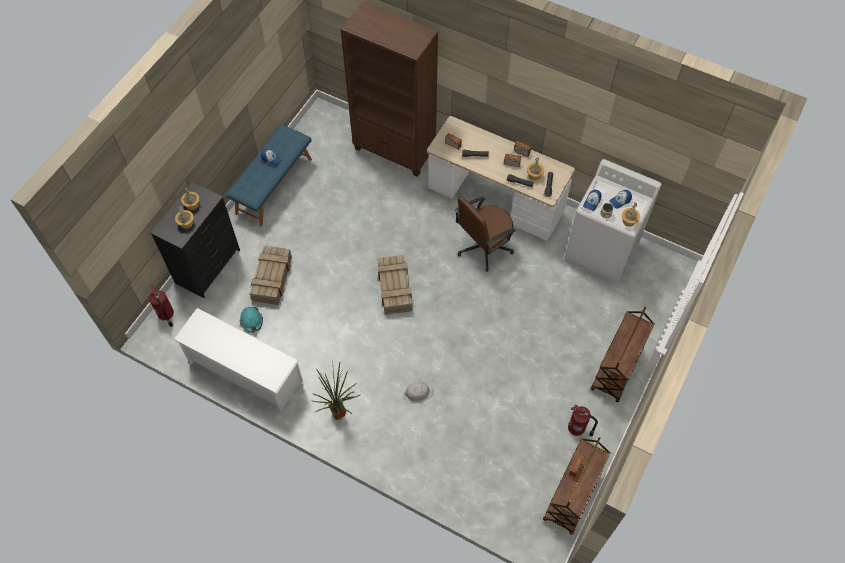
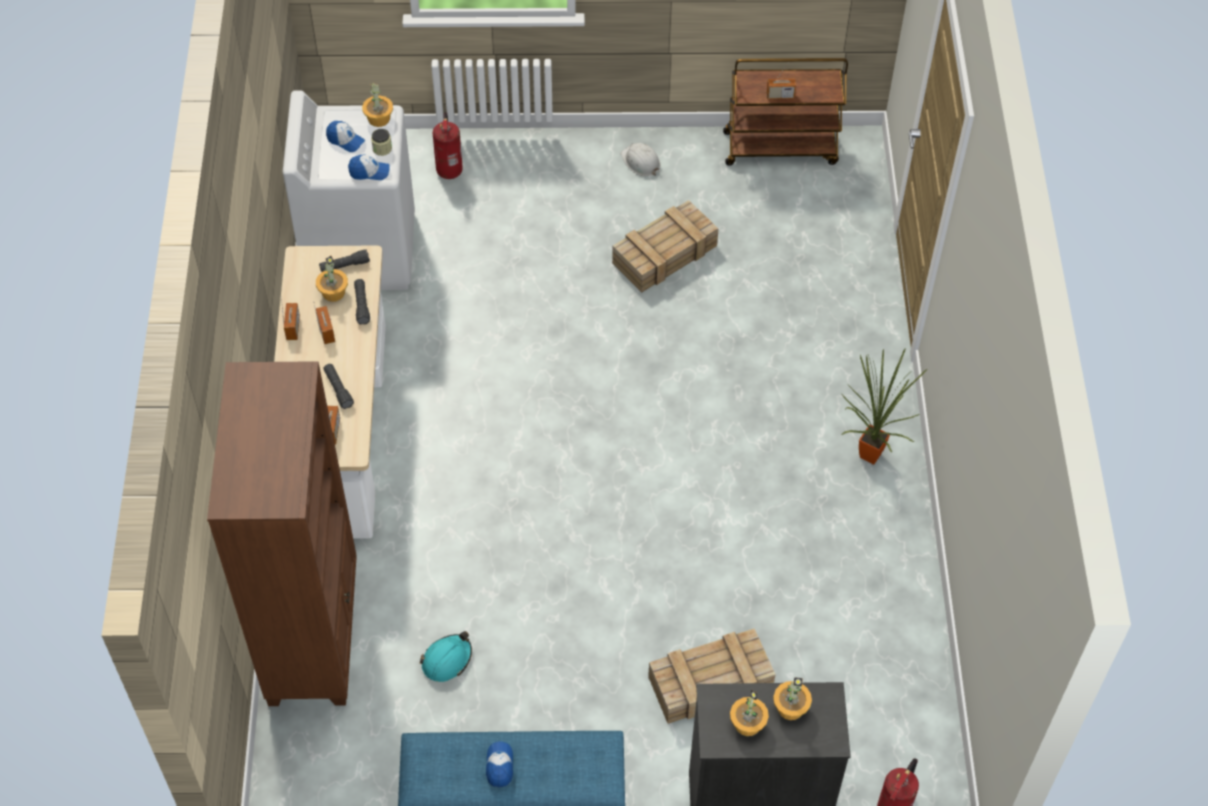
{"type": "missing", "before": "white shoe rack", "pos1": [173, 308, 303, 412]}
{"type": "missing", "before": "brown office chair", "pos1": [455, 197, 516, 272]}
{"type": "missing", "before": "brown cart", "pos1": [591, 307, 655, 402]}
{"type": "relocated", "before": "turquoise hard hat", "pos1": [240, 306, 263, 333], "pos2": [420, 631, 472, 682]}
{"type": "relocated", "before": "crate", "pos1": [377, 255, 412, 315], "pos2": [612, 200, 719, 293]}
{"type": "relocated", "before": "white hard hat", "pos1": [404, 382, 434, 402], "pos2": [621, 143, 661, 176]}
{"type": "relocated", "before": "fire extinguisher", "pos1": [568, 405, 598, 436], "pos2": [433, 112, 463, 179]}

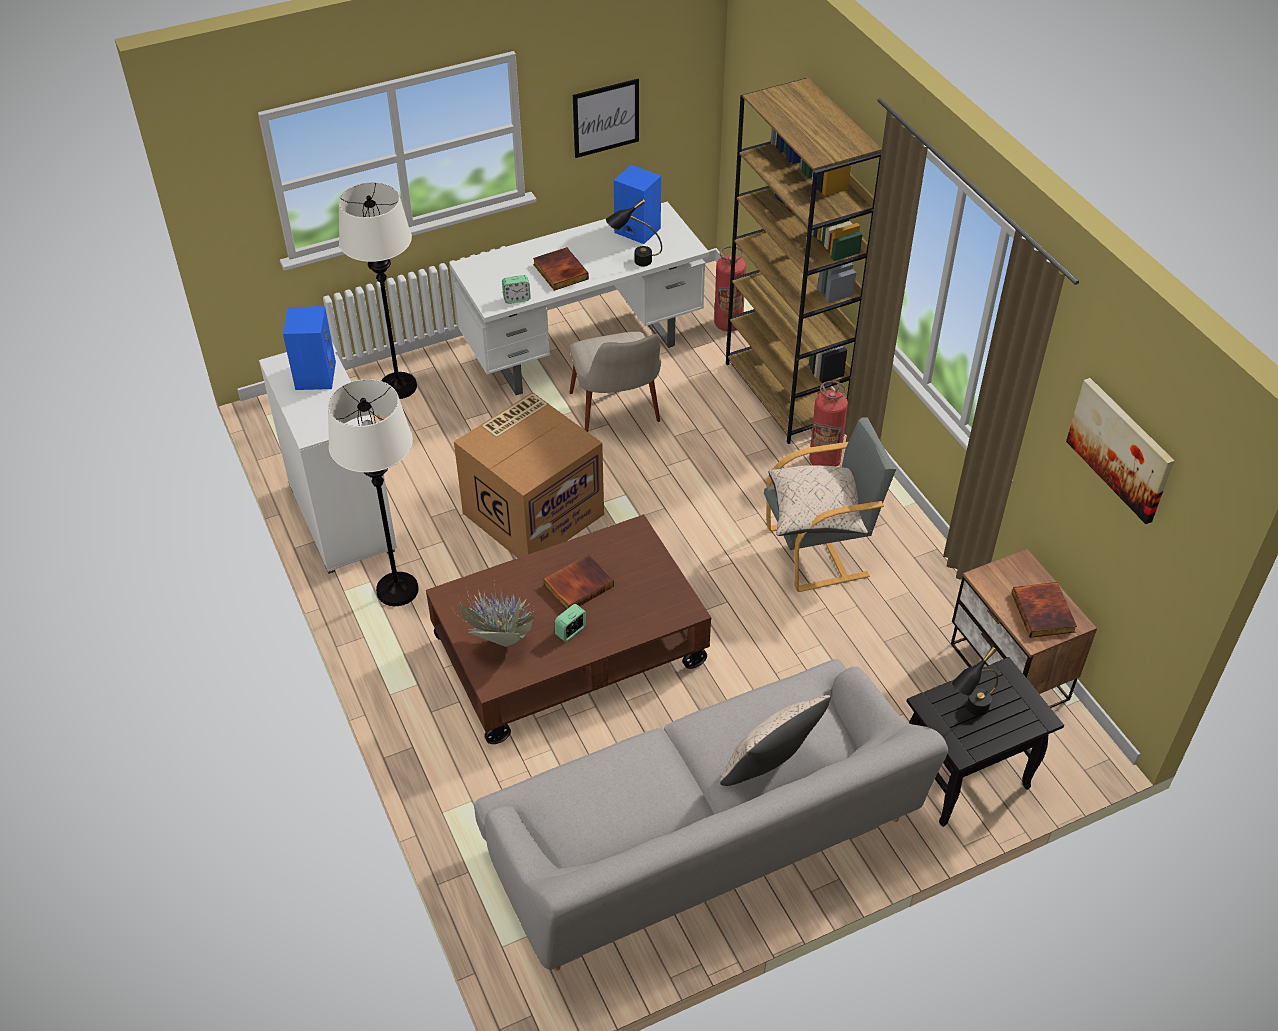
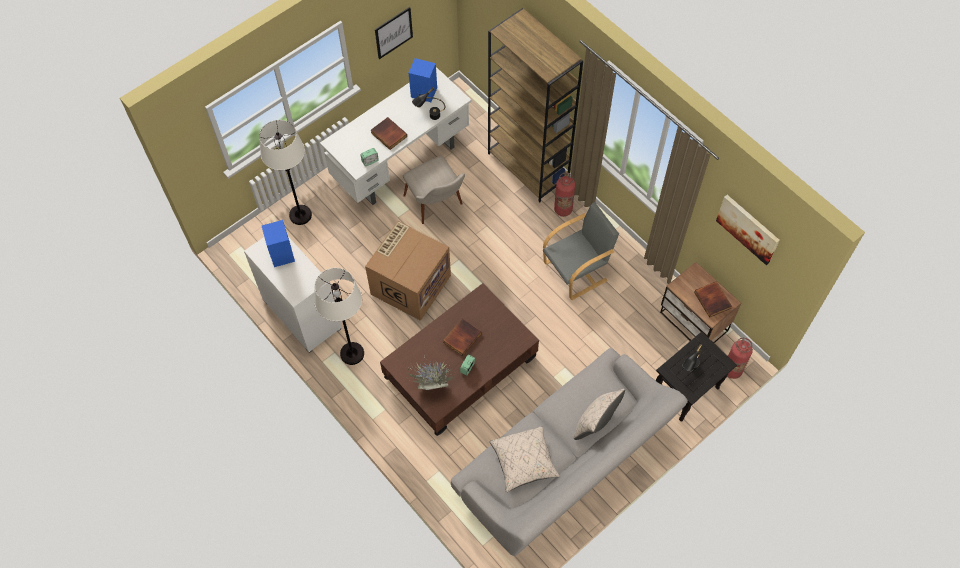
{"type": "relocated", "before": "fire extinguisher", "pos1": [714, 246, 746, 331], "pos2": [727, 338, 753, 379]}
{"type": "relocated", "before": "beige pillow", "pos1": [769, 465, 868, 536], "pos2": [490, 426, 560, 492]}

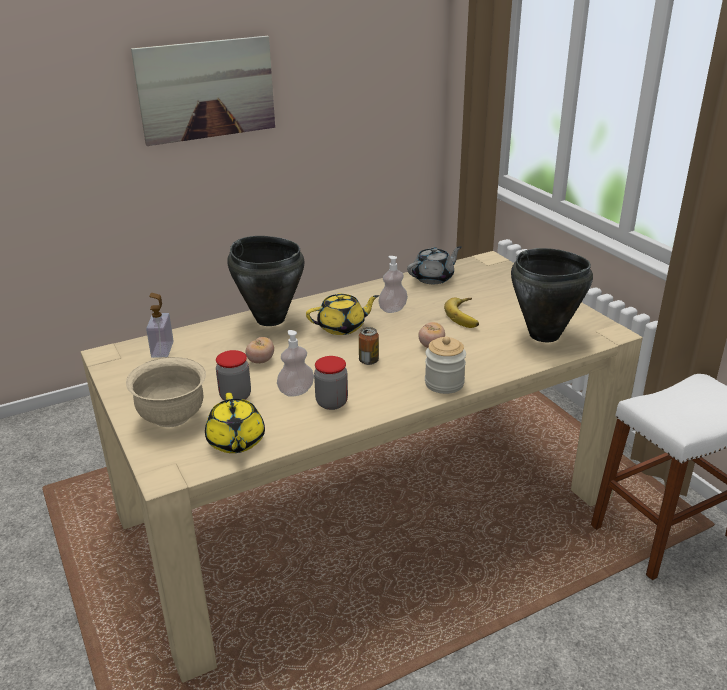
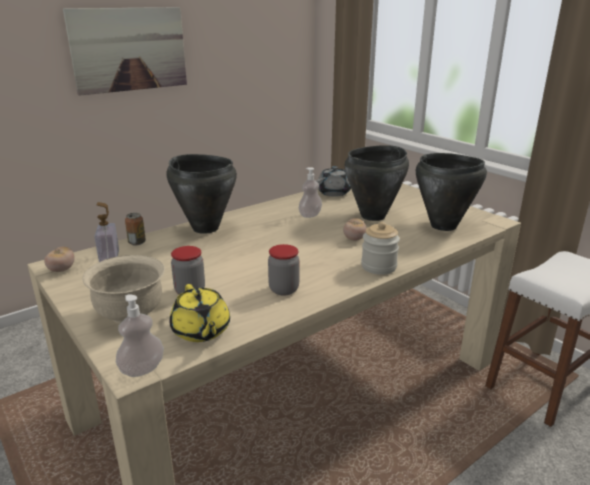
{"type": "missing", "before": "yellow teapot", "pos1": [306, 293, 379, 335]}
{"type": "relocated", "before": "tomato", "pos1": [246, 337, 274, 364], "pos2": [44, 247, 75, 272]}
{"type": "relocated", "before": "soap dispenser", "pos1": [277, 330, 314, 397], "pos2": [116, 294, 164, 377]}
{"type": "relocated", "before": "can", "pos1": [359, 327, 379, 365], "pos2": [125, 213, 146, 245]}
{"type": "exchanged", "before": "banana", "after": "black cooking pot", "pos1": [444, 297, 479, 328], "pos2": [345, 145, 409, 221]}

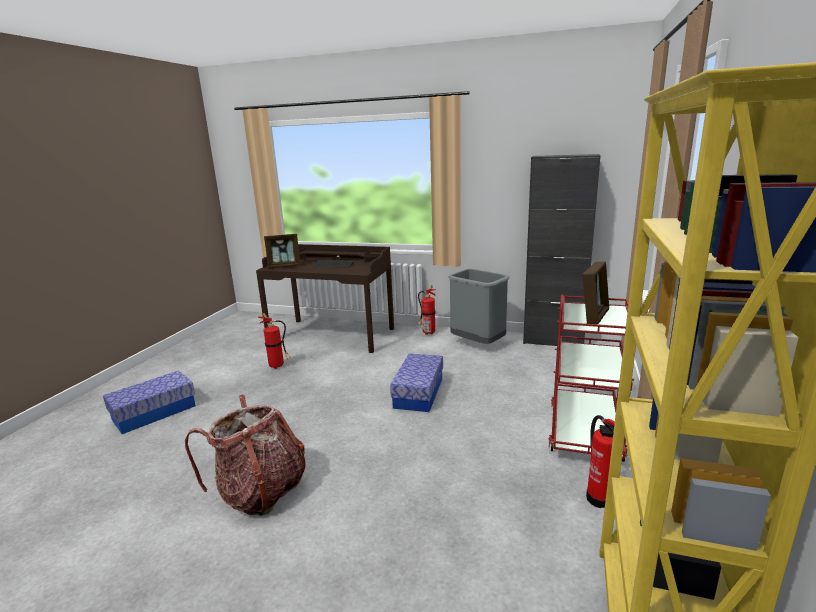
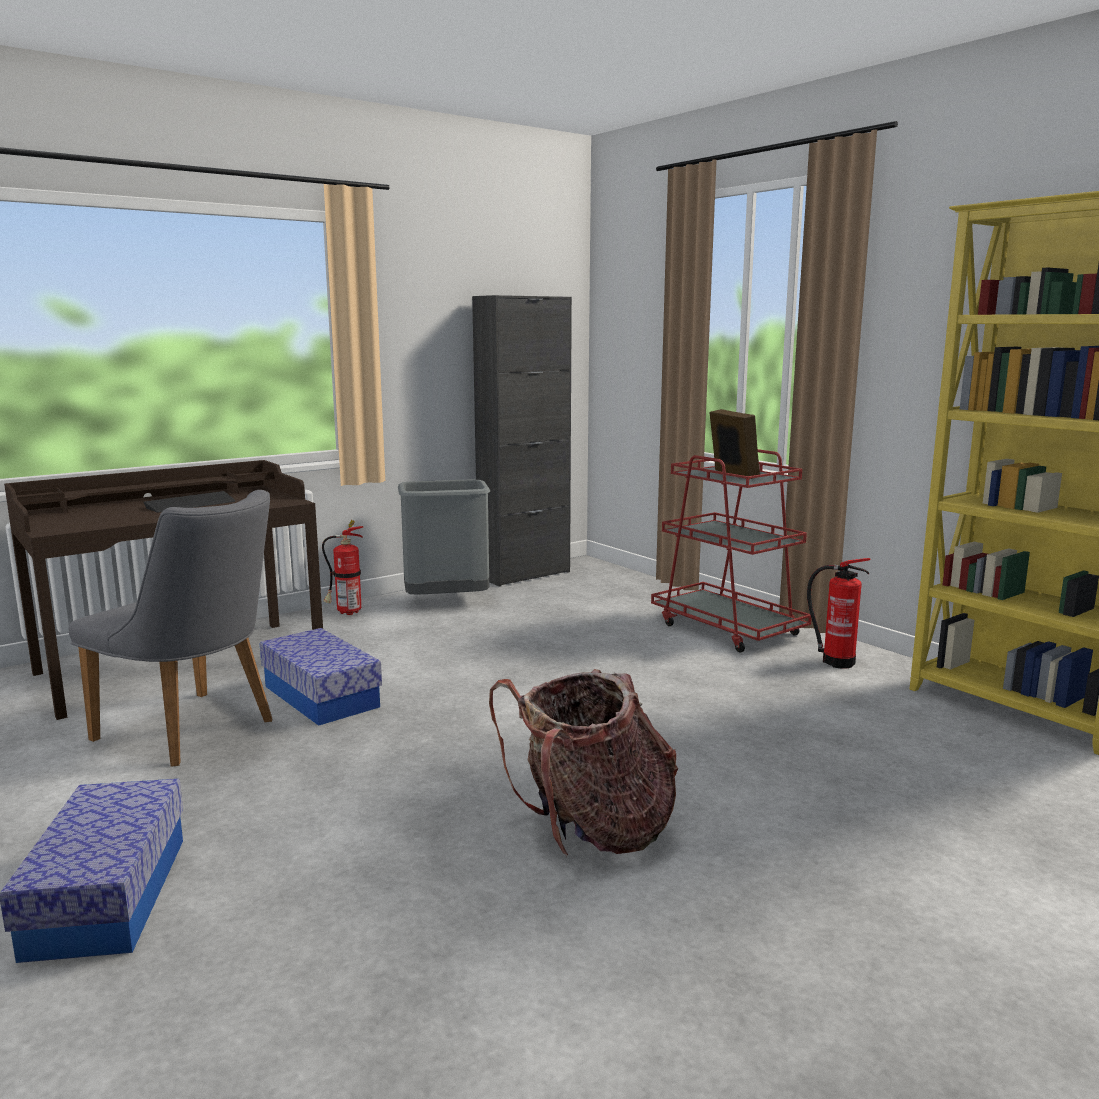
{"type": "missing", "before": "picture frame", "pos1": [264, 234, 301, 268]}
{"type": "relocated", "before": "storage box", "pos1": [390, 354, 443, 412], "pos2": [260, 628, 382, 726]}
{"type": "exchanged", "before": "fire extinguisher", "after": "grey chair", "pos1": [258, 313, 291, 369], "pos2": [68, 490, 272, 767]}

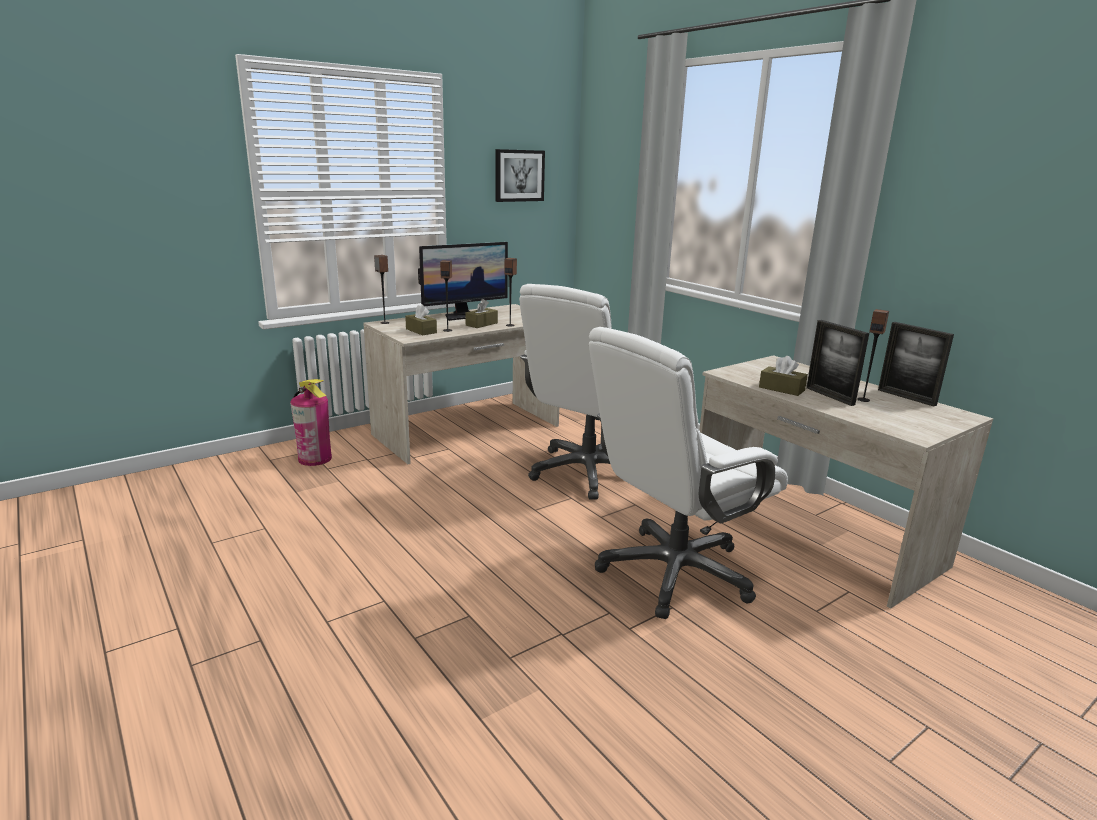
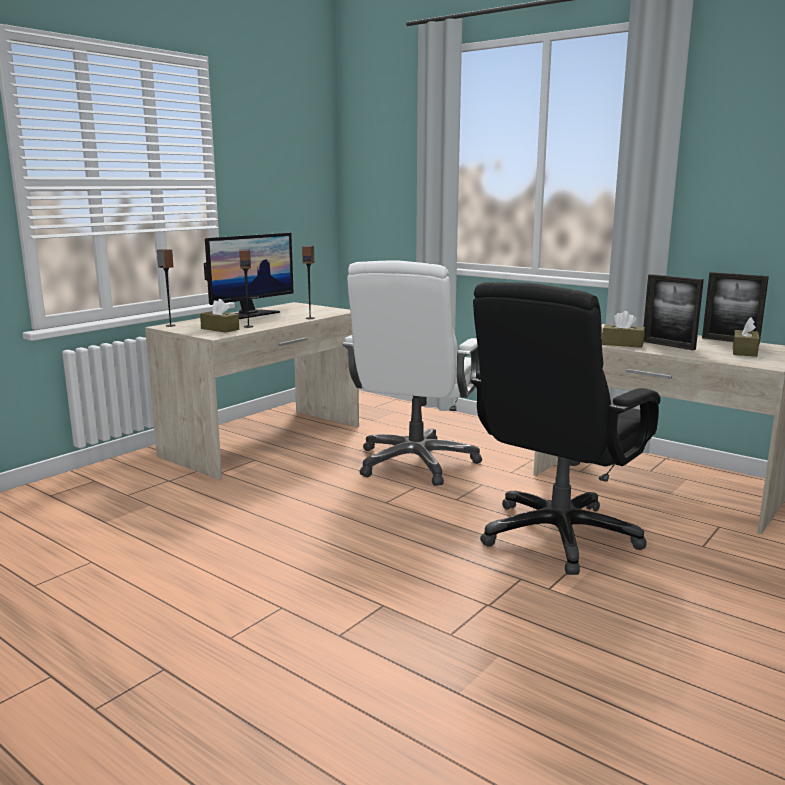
{"type": "missing", "before": "fire extinguisher", "pos1": [290, 379, 332, 466]}
{"type": "missing", "before": "picture", "pos1": [495, 149, 545, 202]}
{"type": "missing", "before": "speaker", "pos1": [857, 309, 889, 402]}
{"type": "relocated", "before": "brown tissue box", "pos1": [465, 299, 498, 328], "pos2": [733, 318, 760, 357]}
{"type": "colour", "before": "white office chair", "after": "black office chair", "pos1": [589, 327, 788, 619], "pos2": [471, 282, 661, 575]}

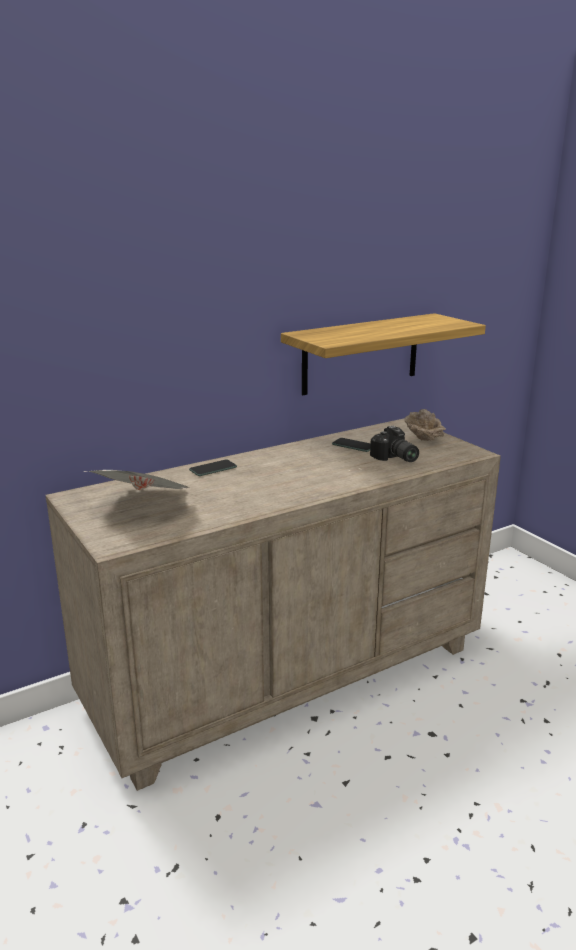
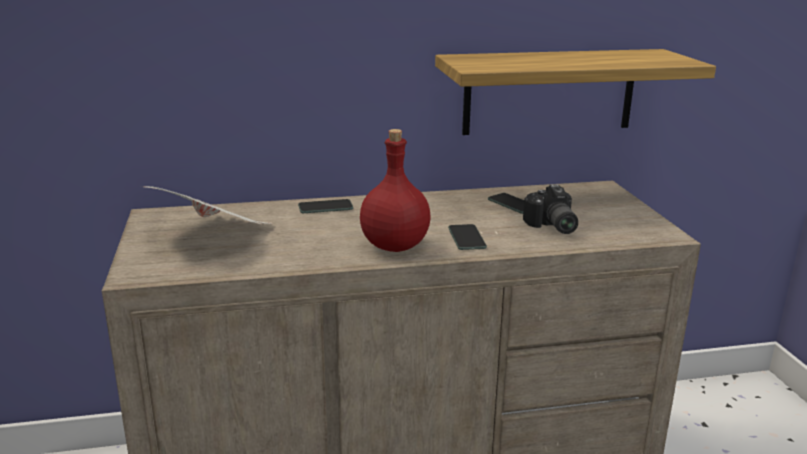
{"type": "missing", "before": "beige bowl", "pos1": [404, 409, 446, 441]}
{"type": "appeared", "after": "red bottle", "pos2": [360, 129, 431, 252]}
{"type": "appeared", "after": "phone", "pos2": [448, 224, 487, 250]}

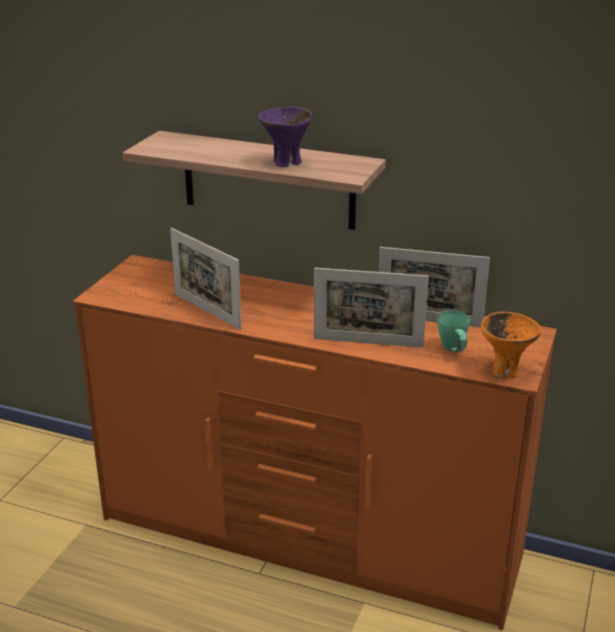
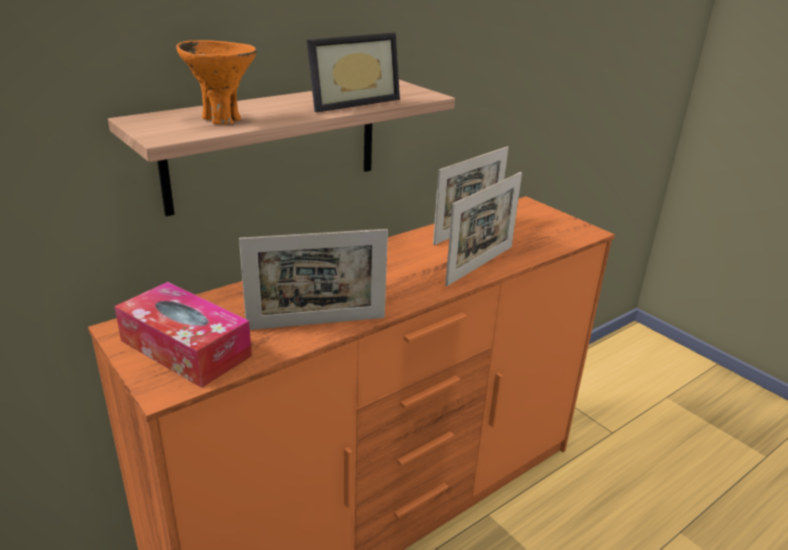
{"type": "missing", "before": "green mug", "pos1": [437, 311, 471, 352]}
{"type": "appeared", "after": "tissue box", "pos2": [114, 282, 252, 388]}
{"type": "relocated", "before": "orange bowl", "pos1": [481, 312, 541, 379], "pos2": [176, 40, 256, 125]}
{"type": "exchanged", "before": "purple bowl", "after": "picture frame", "pos1": [258, 106, 312, 167], "pos2": [307, 32, 400, 112]}

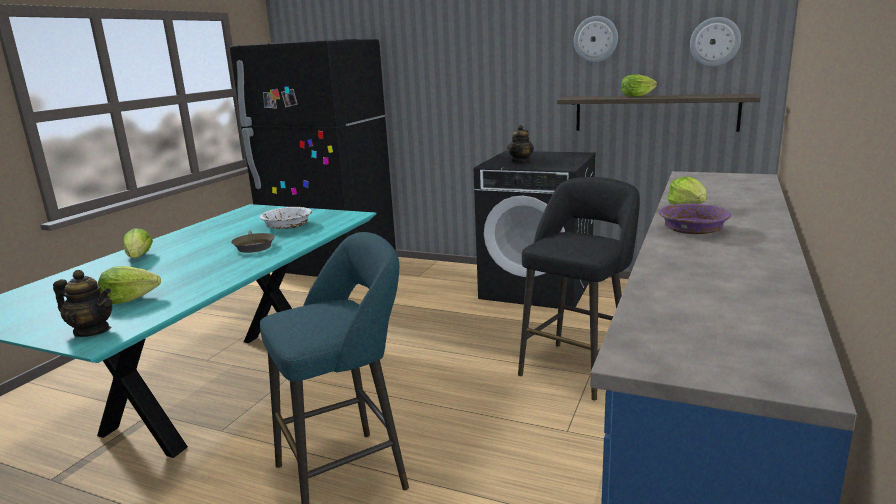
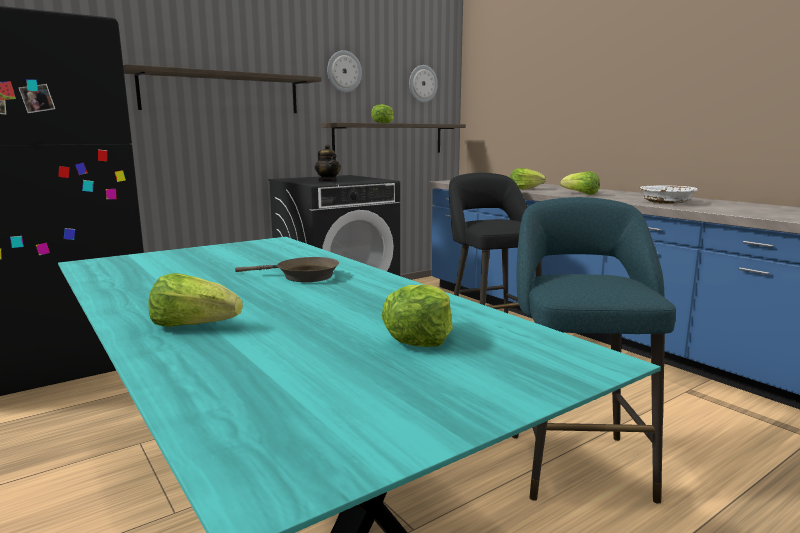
{"type": "missing", "before": "teapot", "pos1": [53, 270, 112, 337]}
{"type": "appeared", "after": "shelf", "pos2": [123, 64, 322, 113]}
{"type": "relocated", "before": "white bowl", "pos1": [260, 207, 312, 229], "pos2": [640, 185, 698, 203]}
{"type": "exchanged", "before": "purple bowl", "after": "lettuce", "pos1": [659, 203, 731, 234], "pos2": [560, 171, 600, 195]}

